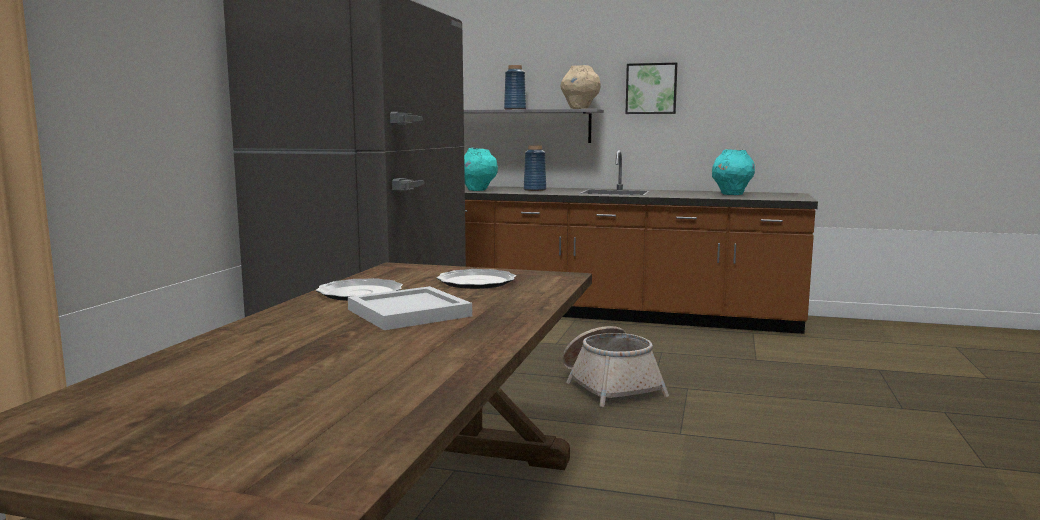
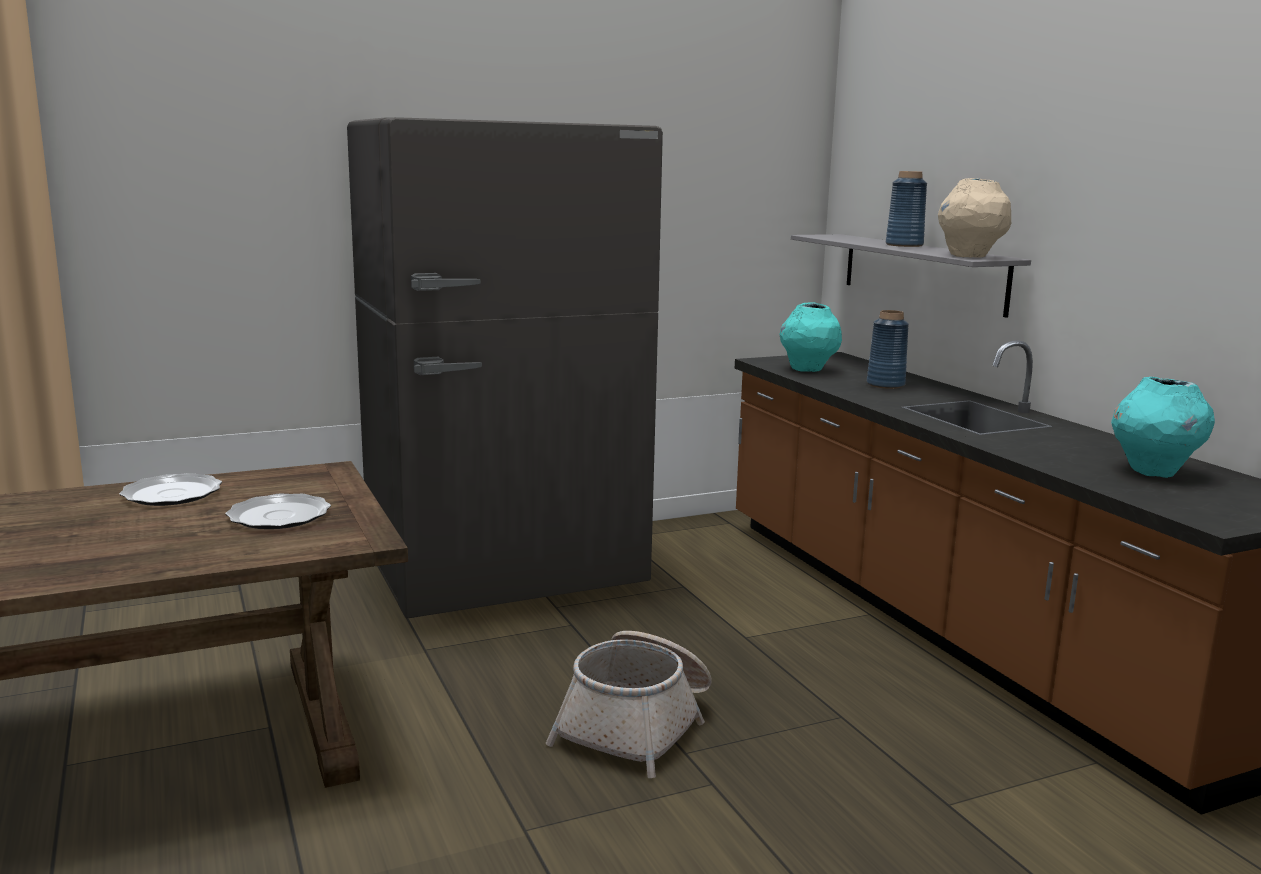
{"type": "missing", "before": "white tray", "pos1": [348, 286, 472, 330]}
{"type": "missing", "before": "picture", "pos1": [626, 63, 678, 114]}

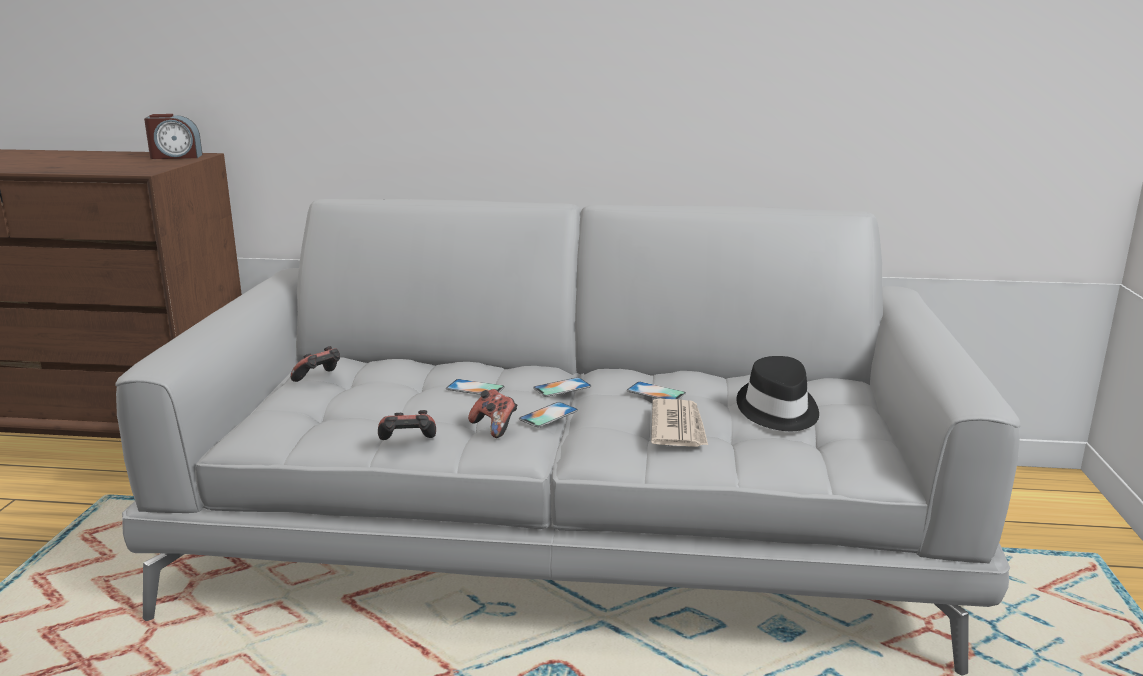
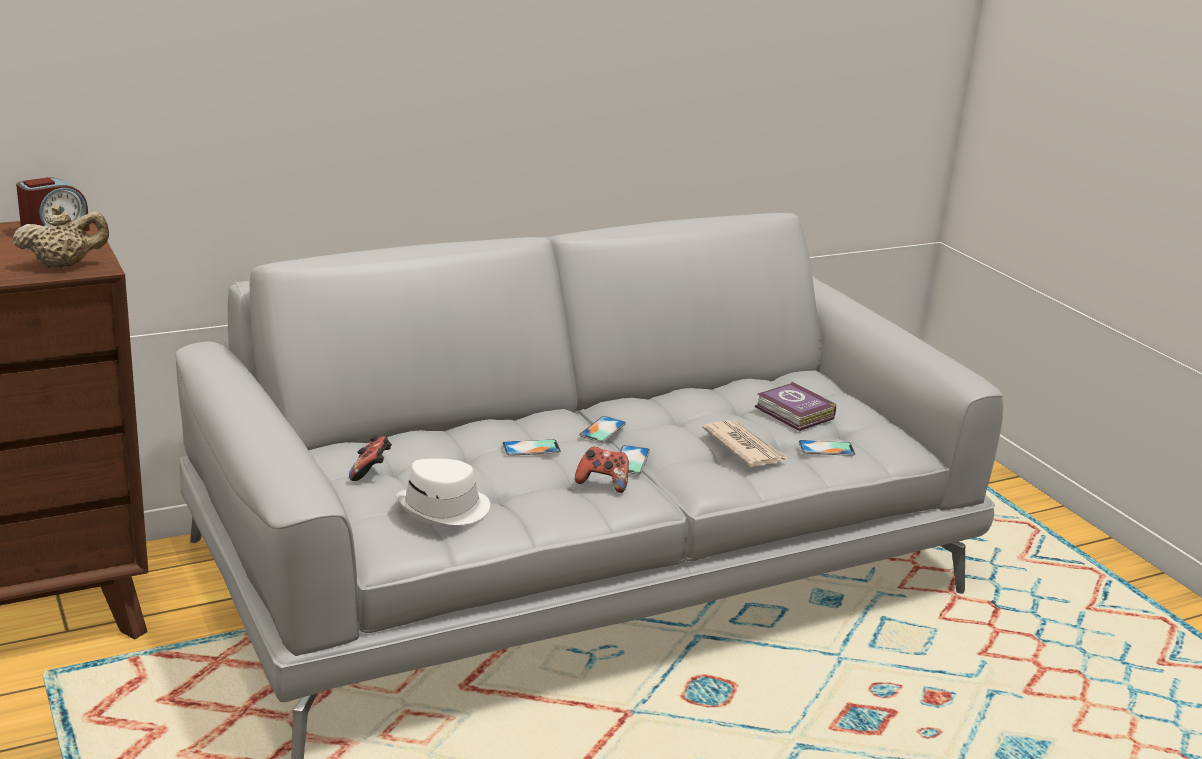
{"type": "missing", "before": "game controller", "pos1": [378, 410, 436, 440]}
{"type": "appeared", "after": "beige teapot", "pos2": [13, 205, 109, 268]}
{"type": "appeared", "after": "white hat", "pos2": [396, 459, 490, 526]}
{"type": "relocated", "before": "phone", "pos1": [627, 382, 686, 399], "pos2": [799, 440, 855, 456]}
{"type": "exchanged", "before": "black hat", "after": "book", "pos1": [736, 356, 819, 431], "pos2": [755, 381, 836, 431]}

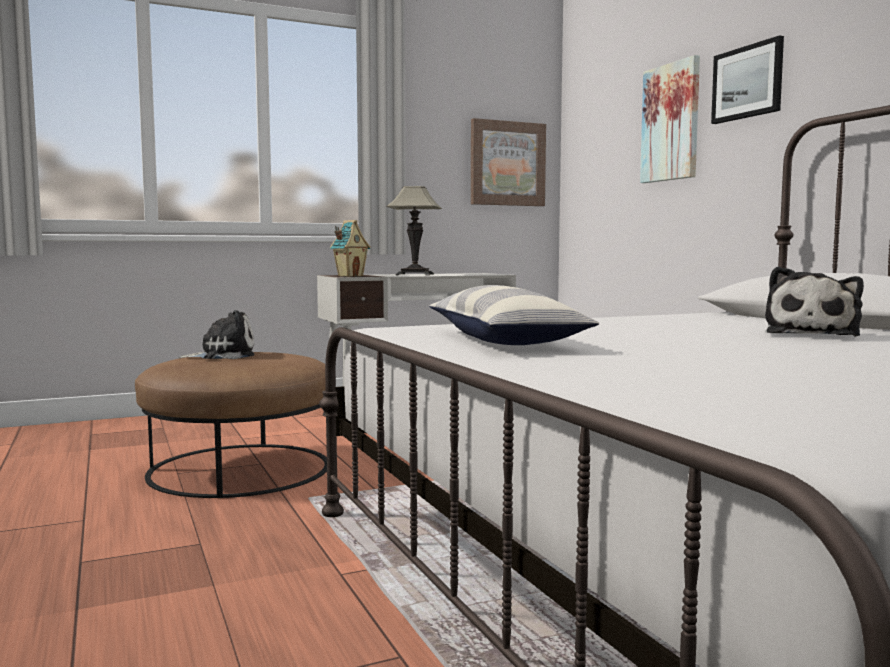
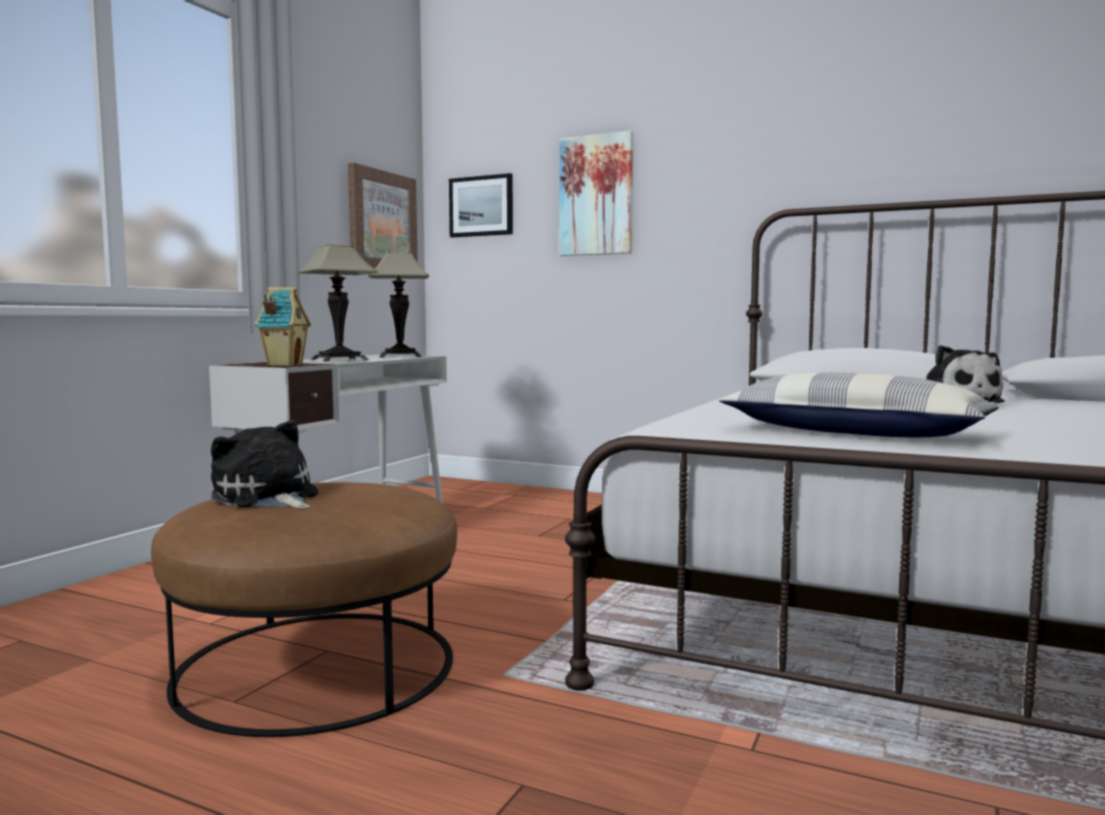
{"type": "appeared", "after": "table lamp", "pos2": [368, 251, 429, 357]}
{"type": "relocated", "before": "picture", "pos1": [711, 35, 784, 124], "pos2": [449, 173, 513, 237]}
{"type": "spun", "before": "plush toy", "pos1": [178, 310, 255, 359], "pos2": [211, 420, 318, 509], "turn": -75}

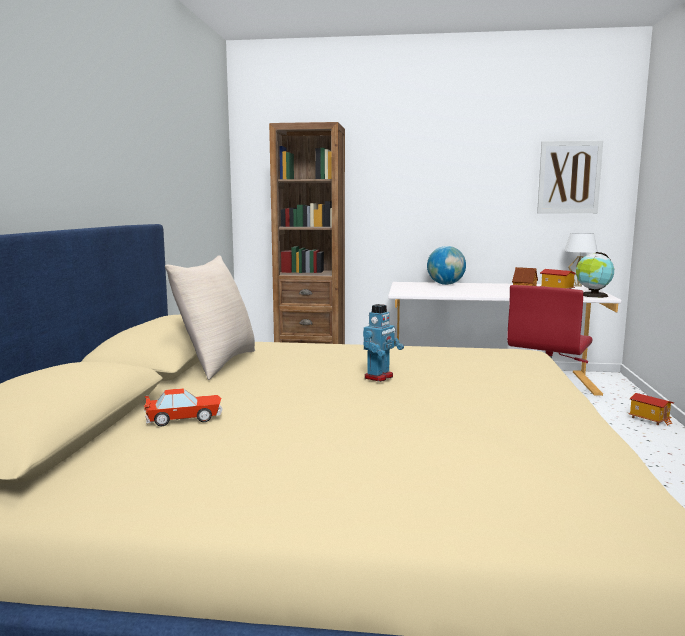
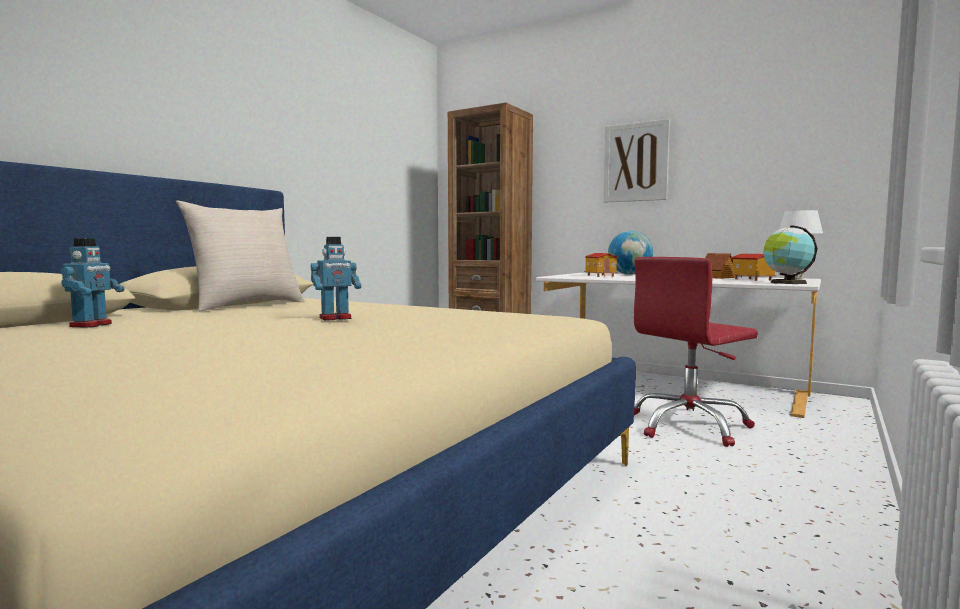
{"type": "relocated", "before": "picture", "pos1": [537, 141, 603, 213], "pos2": [604, 119, 670, 203]}
{"type": "relocated", "before": "toy house", "pos1": [628, 393, 674, 426], "pos2": [584, 253, 618, 277]}
{"type": "exchanged", "before": "toy car", "after": "toy robot", "pos1": [143, 388, 223, 426], "pos2": [61, 238, 125, 328]}

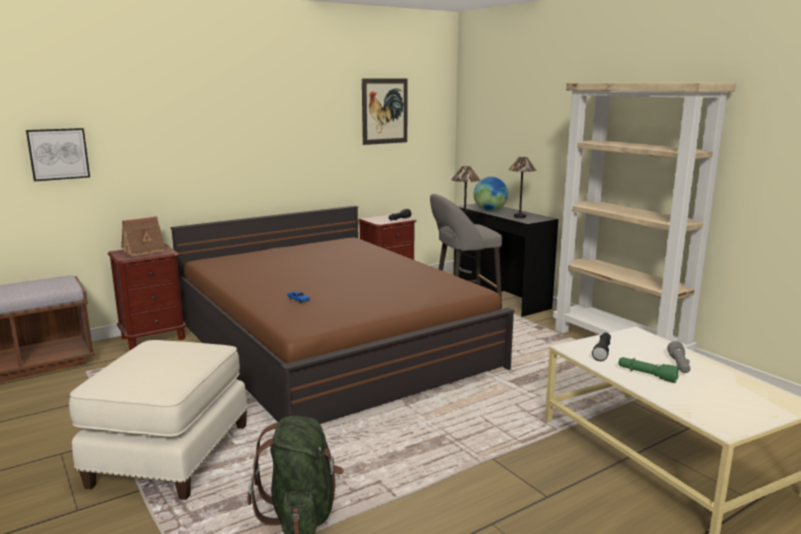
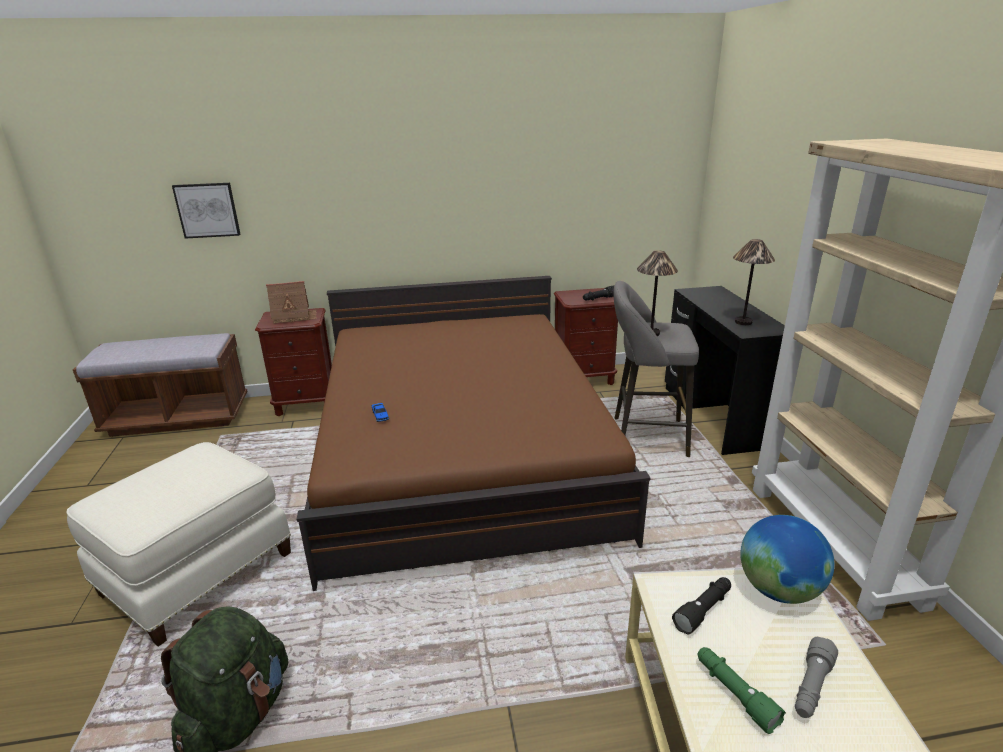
{"type": "missing", "before": "picture", "pos1": [362, 78, 408, 145]}
{"type": "relocated", "before": "globe", "pos1": [473, 177, 508, 211], "pos2": [740, 515, 835, 604]}

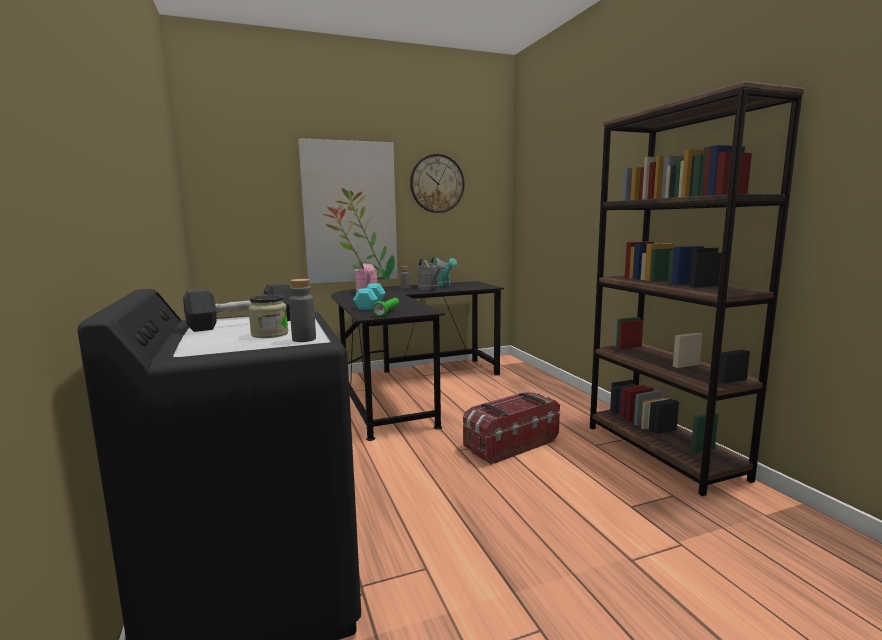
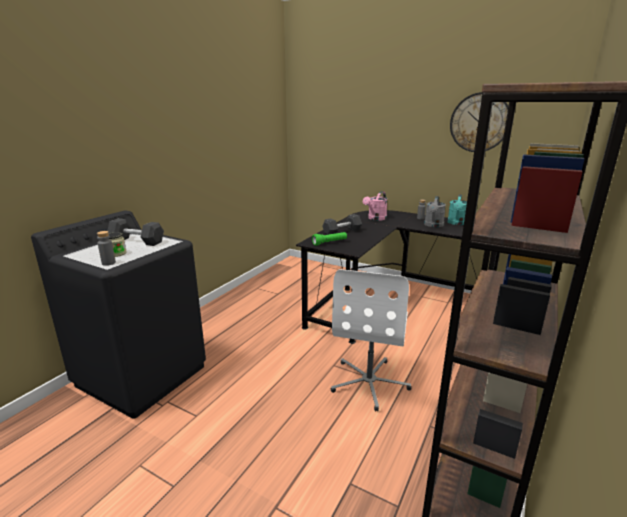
{"type": "missing", "before": "picture", "pos1": [298, 138, 398, 284]}
{"type": "exchanged", "before": "storage box", "after": "white office chair", "pos1": [463, 392, 560, 465], "pos2": [331, 269, 412, 411]}
{"type": "colour", "before": "turquoise dumbbell", "after": "grey dumbbell", "pos1": [353, 284, 386, 310], "pos2": [323, 214, 362, 235]}

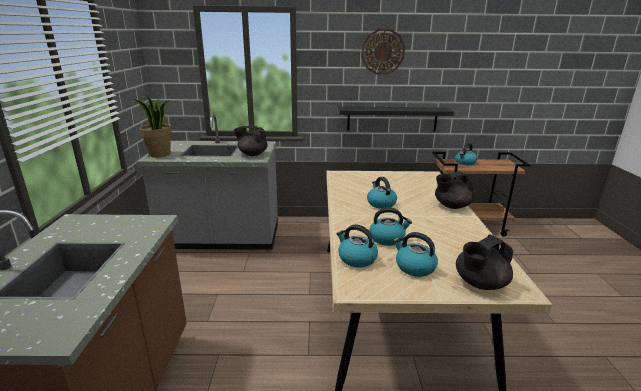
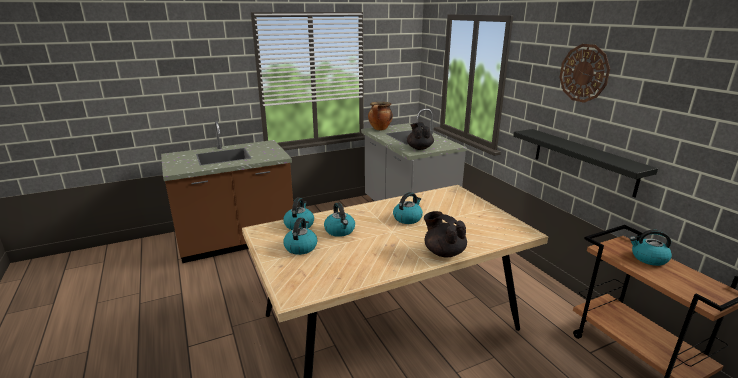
{"type": "missing", "before": "black teapot", "pos1": [456, 235, 514, 290]}
{"type": "exchanged", "before": "potted plant", "after": "cooking pot", "pos1": [130, 95, 172, 158], "pos2": [368, 102, 393, 130]}

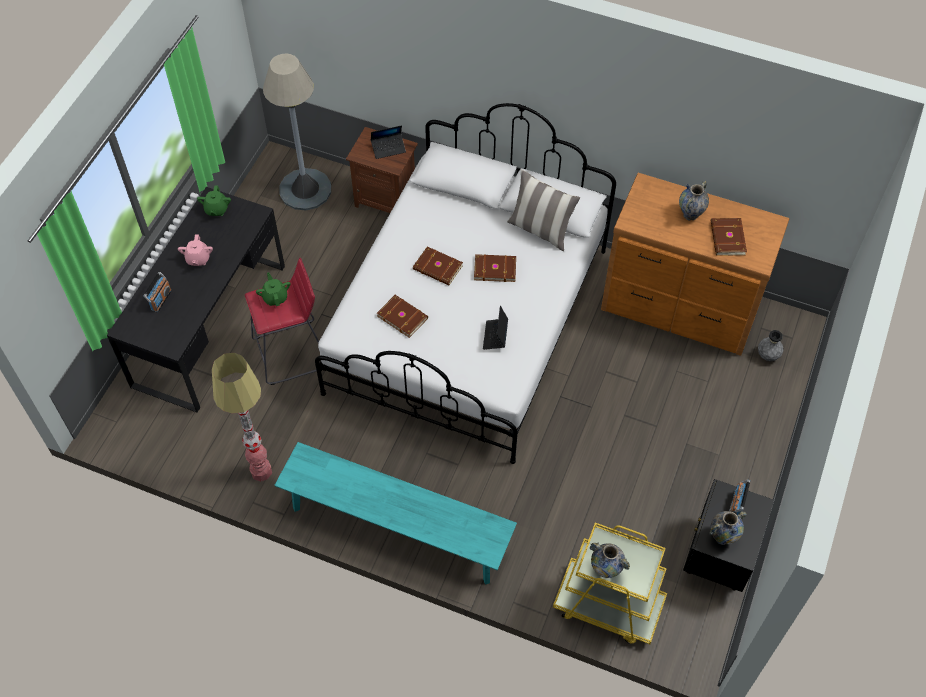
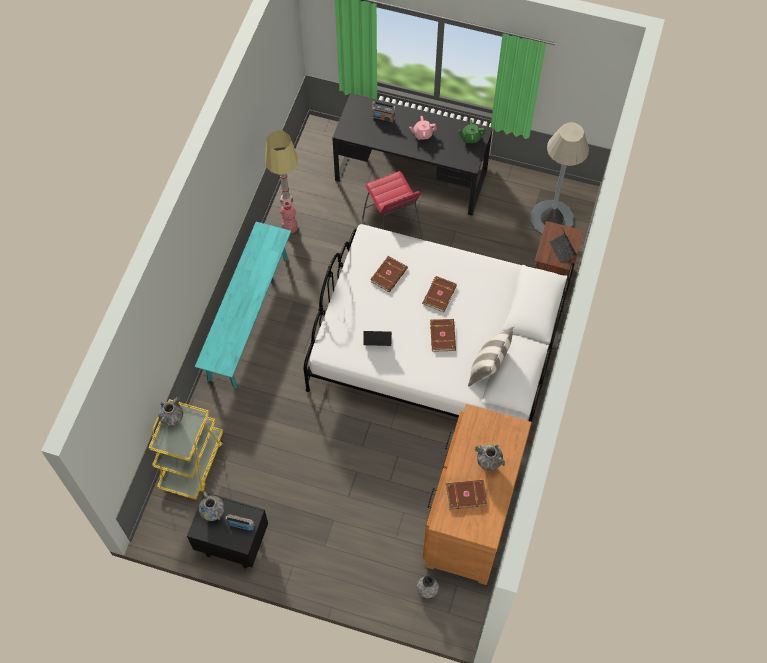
{"type": "missing", "before": "green teapot", "pos1": [256, 272, 291, 306]}

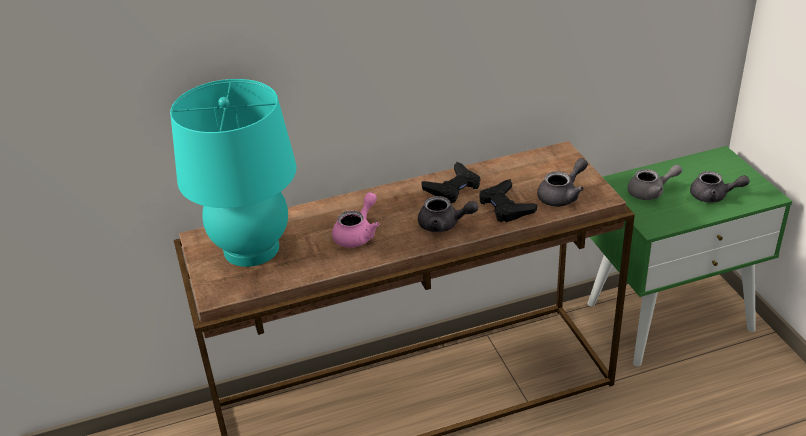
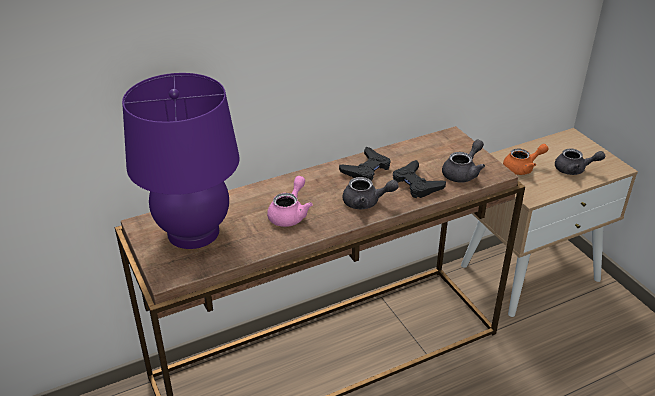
{"type": "colour", "before": "turquoise table lamp", "after": "purple table lamp", "pos1": [170, 79, 296, 267], "pos2": [122, 73, 239, 249]}
{"type": "colour", "before": "green nightstand", "after": "beige nightstand", "pos1": [587, 146, 792, 367], "pos2": [461, 128, 638, 317]}
{"type": "colour", "before": "grey teapot", "after": "orange teapot", "pos1": [628, 164, 682, 200], "pos2": [503, 144, 549, 175]}

